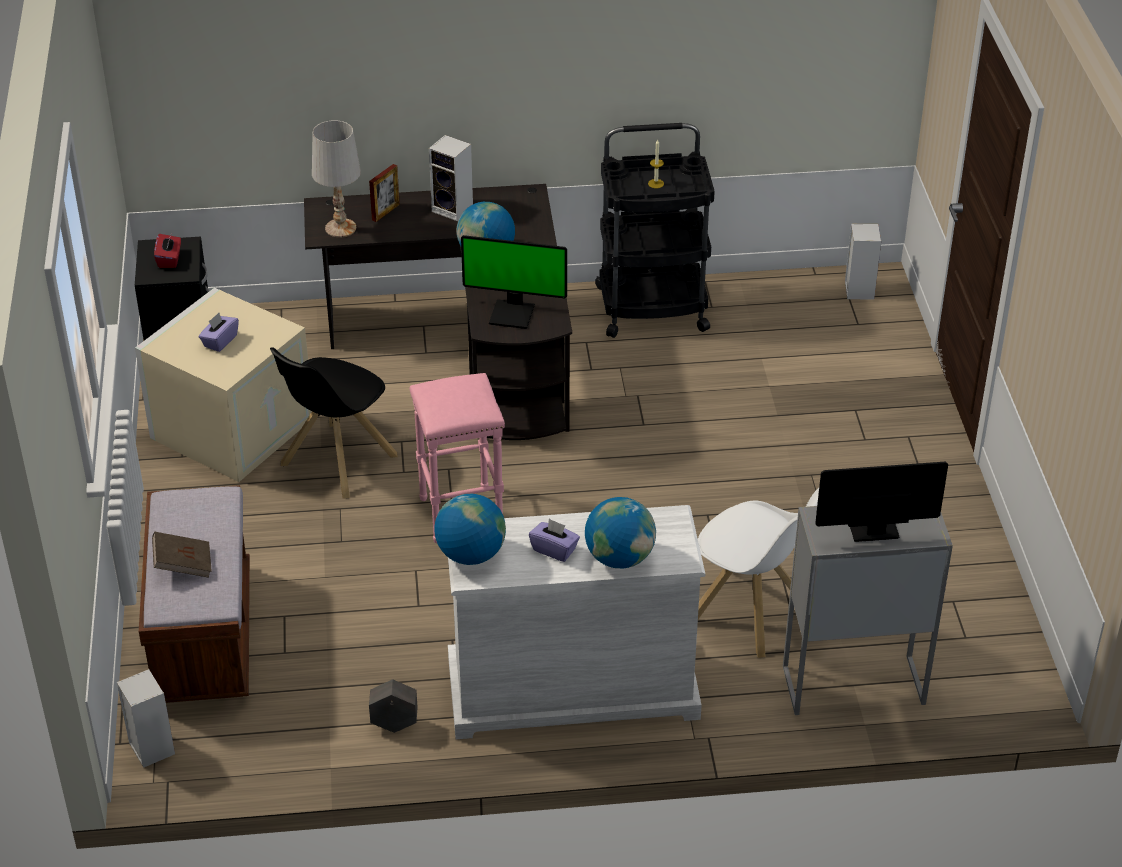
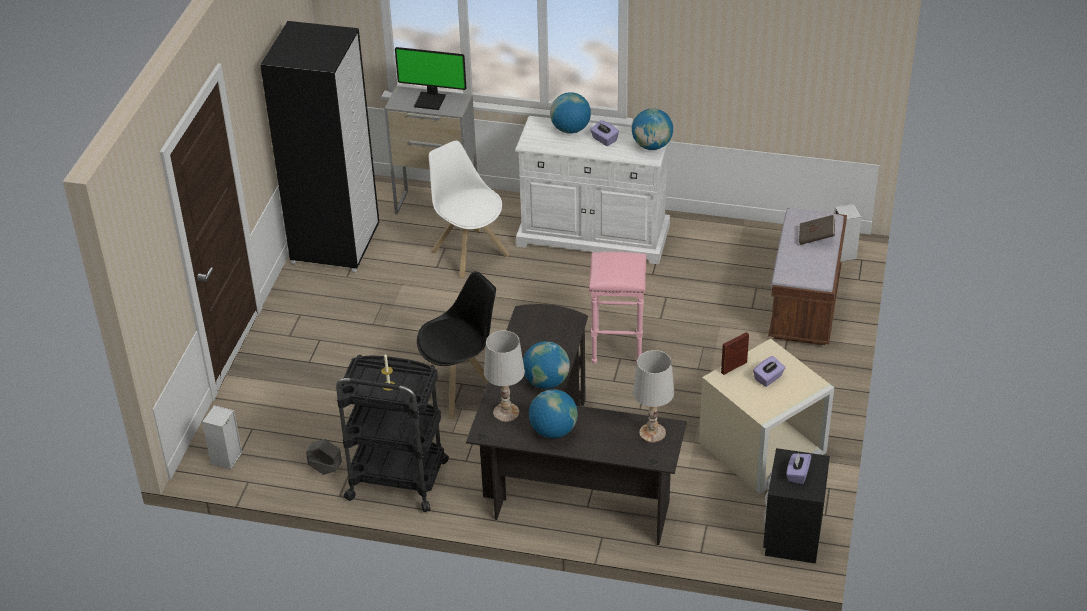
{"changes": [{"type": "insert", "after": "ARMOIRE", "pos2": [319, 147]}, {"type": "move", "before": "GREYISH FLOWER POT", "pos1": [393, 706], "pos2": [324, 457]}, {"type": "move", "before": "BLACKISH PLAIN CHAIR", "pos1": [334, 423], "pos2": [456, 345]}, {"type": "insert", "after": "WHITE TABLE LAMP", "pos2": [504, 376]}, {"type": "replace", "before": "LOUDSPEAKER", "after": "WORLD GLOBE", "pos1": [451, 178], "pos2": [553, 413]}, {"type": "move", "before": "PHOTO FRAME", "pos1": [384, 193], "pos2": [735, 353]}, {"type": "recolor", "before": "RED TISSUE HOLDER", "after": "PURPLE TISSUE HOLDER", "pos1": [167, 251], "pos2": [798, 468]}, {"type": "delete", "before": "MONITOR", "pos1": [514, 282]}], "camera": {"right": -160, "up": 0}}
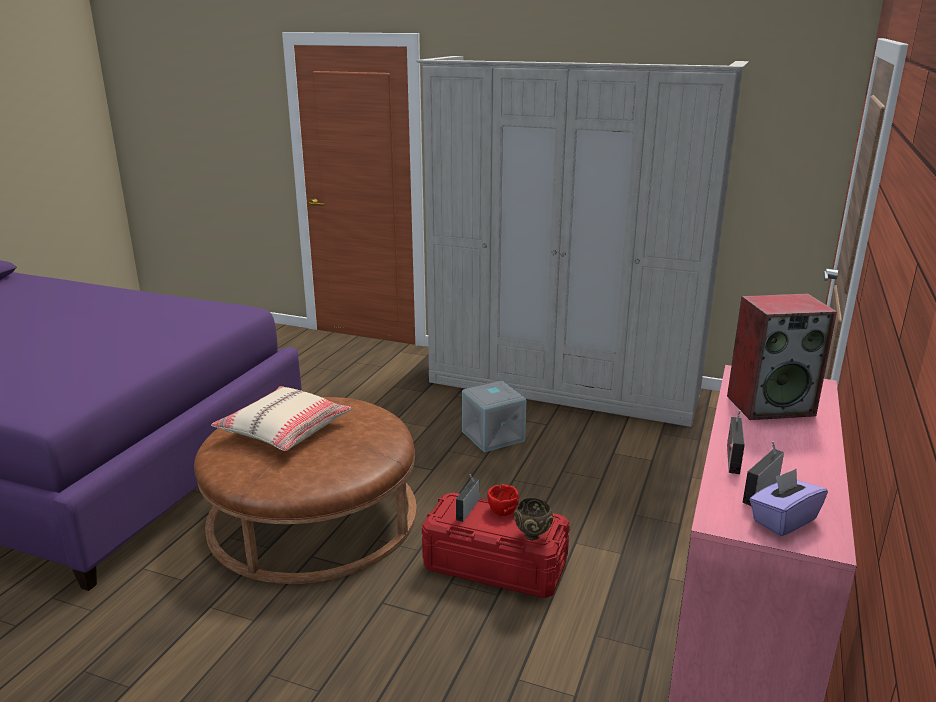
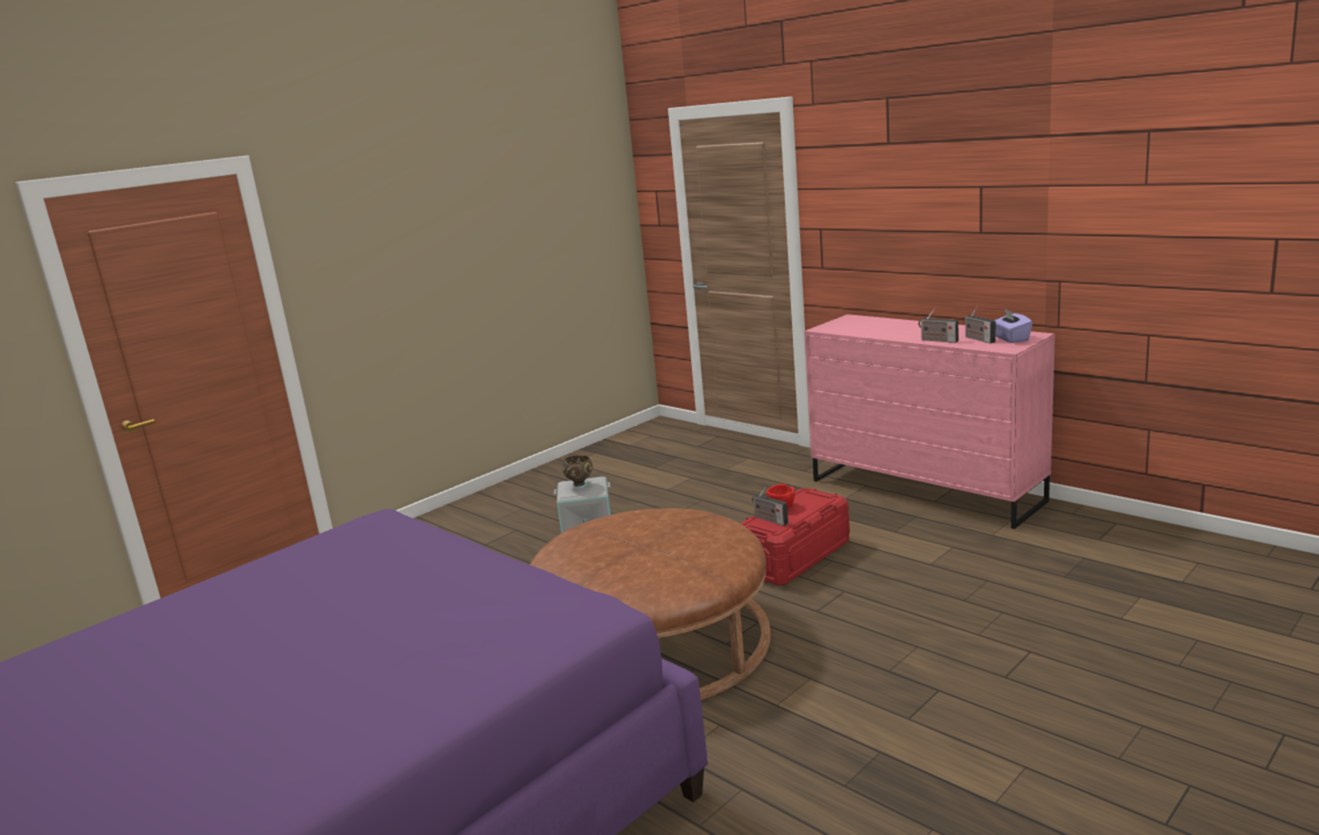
{"changes": [{"type": "move", "before": "BROWN-COLOURED DEEP DISH", "pos1": [533, 519], "pos2": [577, 471]}, {"type": "delete", "before": "BEIGE THROW PILLOW", "pos1": [281, 418]}, {"type": "delete", "before": "WHITE ARMOIRE", "pos1": [582, 241]}, {"type": "delete", "before": "LOUDSPEAKER", "pos1": [782, 356]}], "camera": {"right": -65, "up": -5}}
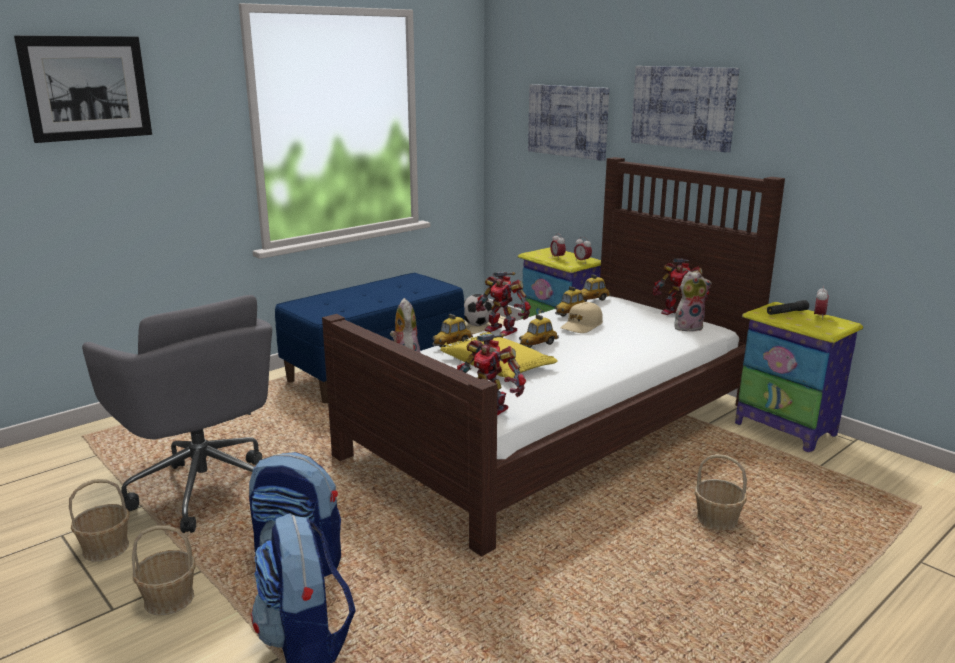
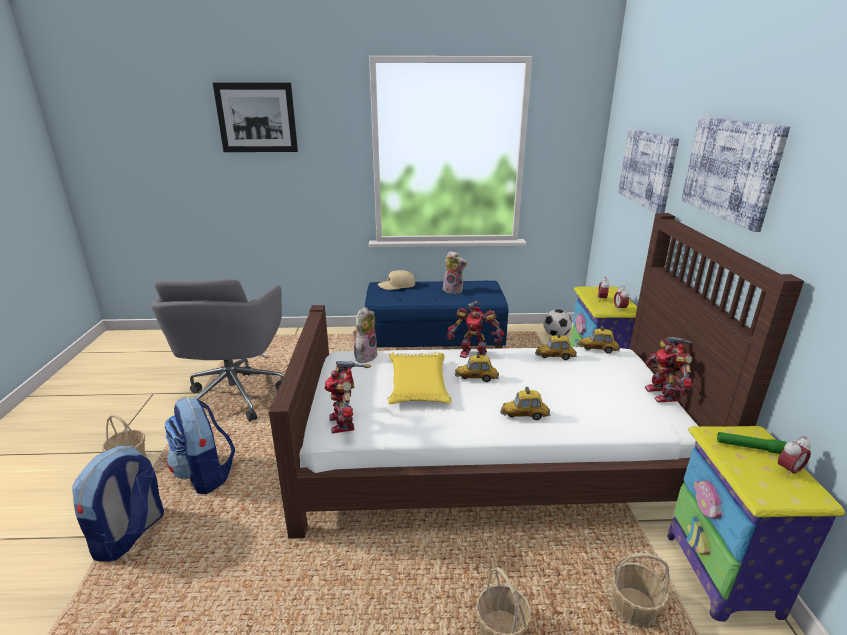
{"changes": [{"type": "move", "before": "BEIGE PEAKED CAP", "pos1": [582, 317], "pos2": [397, 280]}, {"type": "move", "before": "PLUSH TOY", "pos1": [693, 301], "pos2": [455, 272]}, {"type": "rotate", "before": "ROBOT FIGURE", "pos1": [503, 304], "pos2": [475, 329], "turn": -60}, {"type": "move", "before": "MODEL CAR", "pos1": [452, 330], "pos2": [525, 403]}, {"type": "move", "before": "HOUSEHOLD BASKET", "pos1": [99, 520], "pos2": [641, 590]}, {"type": "recolor", "before": "BLACKISH TORCH", "after": "GREEN-COLOURED TORCH", "pos1": [788, 307], "pos2": [752, 443]}], "camera": {"right": 40, "up": 5}}
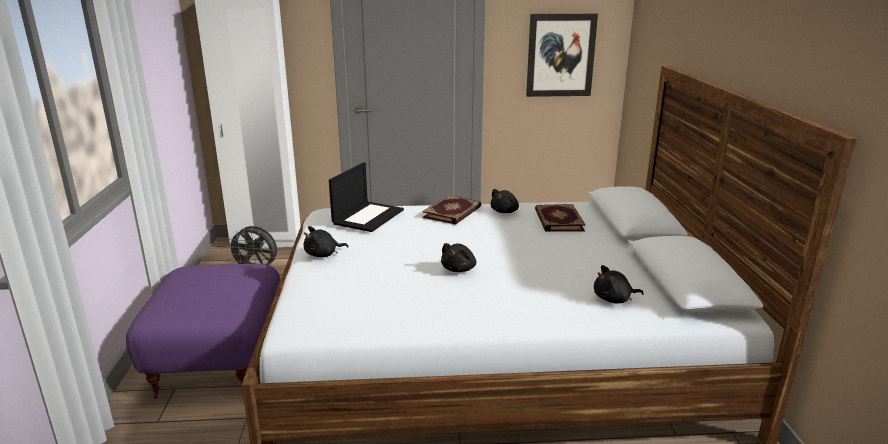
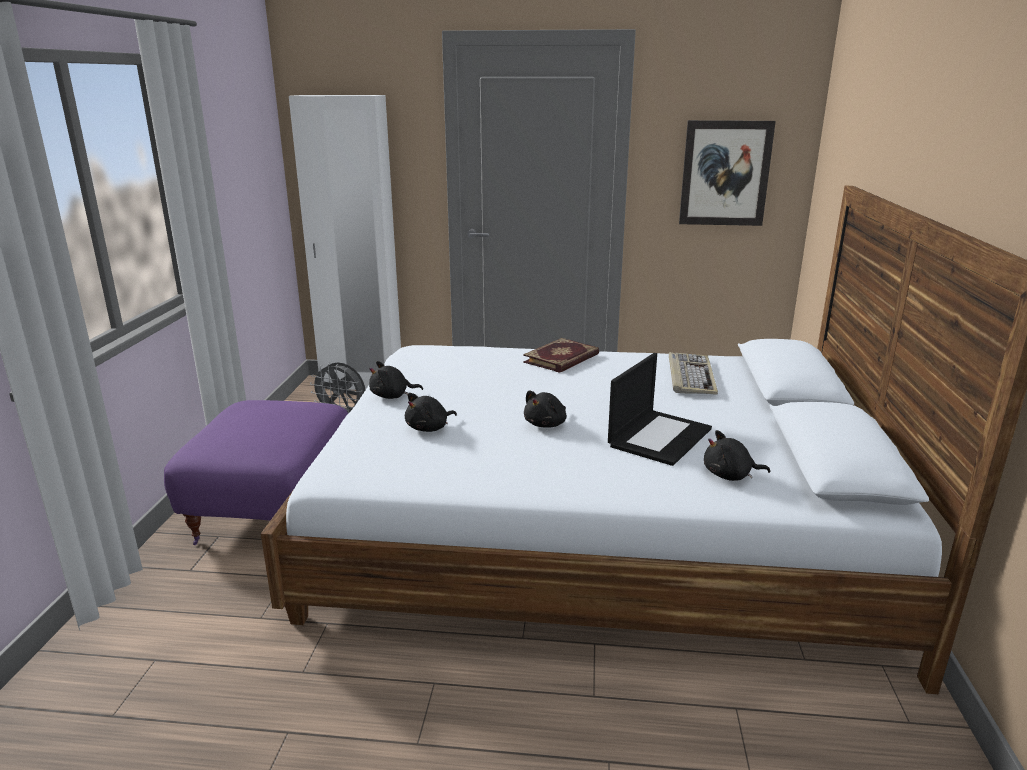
{"changes": [{"type": "move", "before": "BLACKISH PLUSH TOY", "pos1": [504, 201], "pos2": [431, 412]}, {"type": "move", "before": "NOTEBOOK COMPUTER", "pos1": [366, 197], "pos2": [660, 409]}, {"type": "replace", "before": "BOUND BOOK", "after": "KEYBOARD", "pos1": [560, 218], "pos2": [693, 373]}], "camera": {"right": 10, "up": 0}}
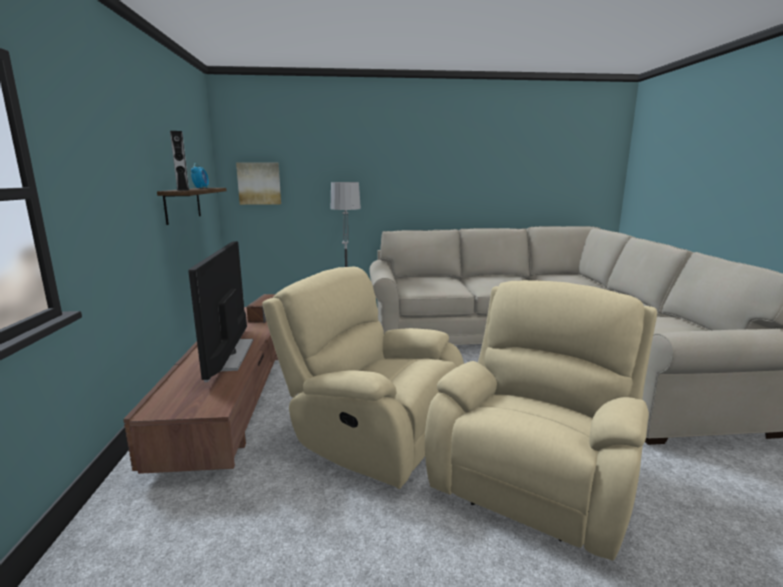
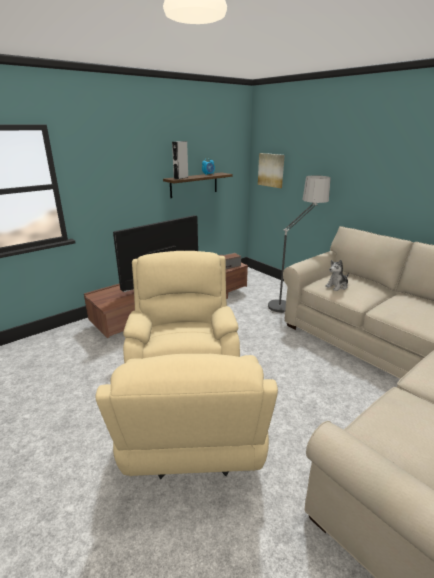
{"changes": [{"type": "rotate", "before": "BEIGE LOUNGE CHAIR", "pos1": [541, 420], "pos2": [187, 416], "turn": 90}, {"type": "insert", "after": "PLUSH TOY", "pos2": [337, 275]}], "camera": {"right": 55, "up": 10}}
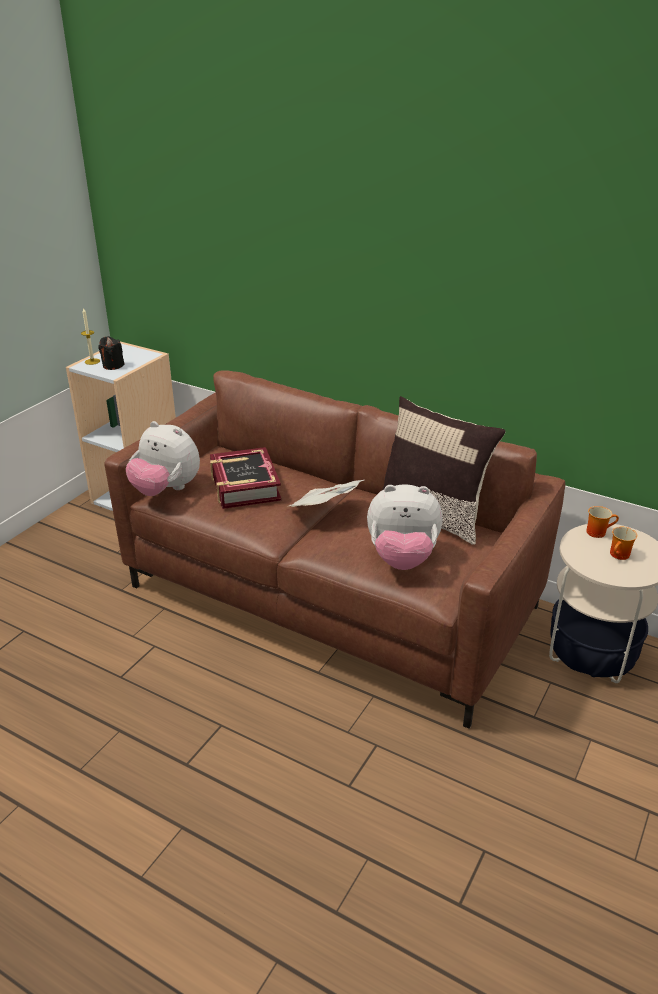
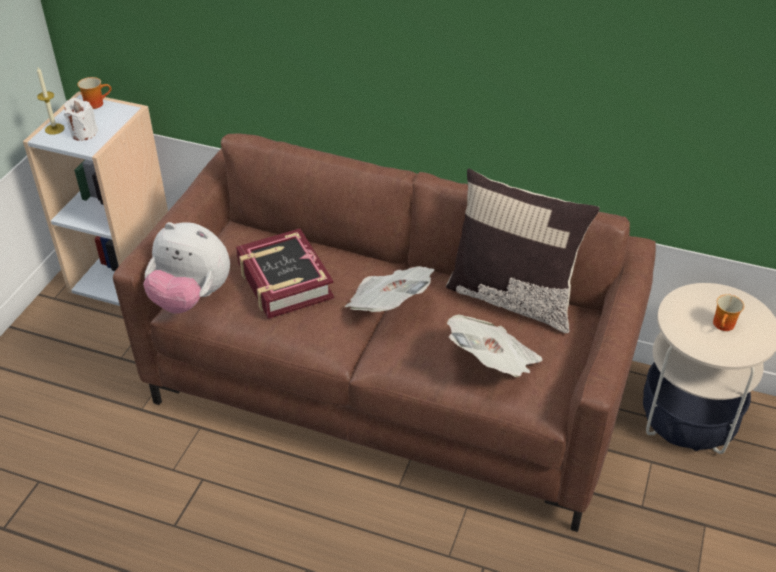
{"changes": [{"type": "recolor", "before": "BLACKISH WAX CANDLE", "after": "WHITE WAX CANDLE", "pos1": [111, 353], "pos2": [81, 119]}, {"type": "move", "before": "TEA MUG", "pos1": [602, 522], "pos2": [94, 93]}, {"type": "replace", "before": "PLUSH TOY", "after": "NEWSPAPER", "pos1": [405, 527], "pos2": [495, 345]}], "camera": {"right": -10, "up": 10}}
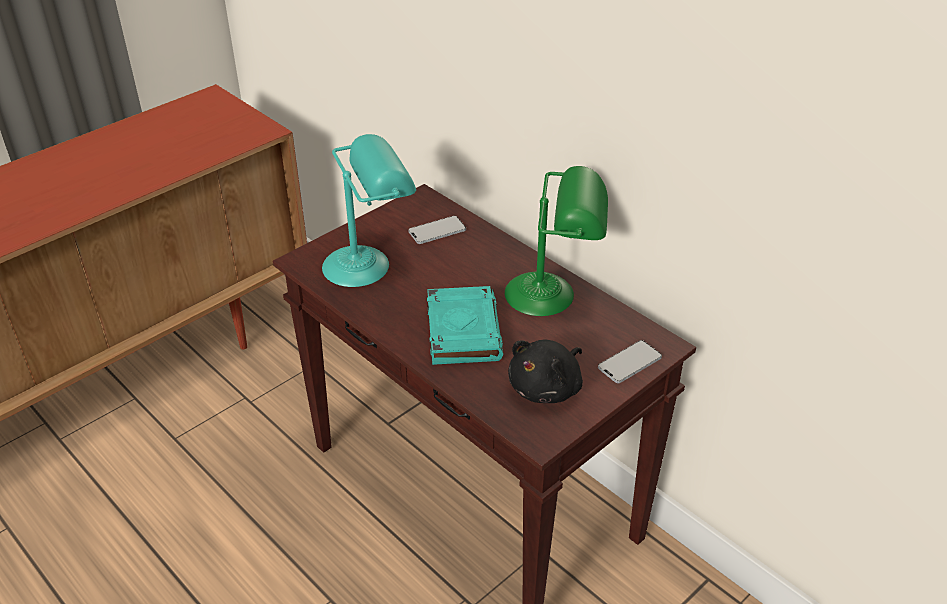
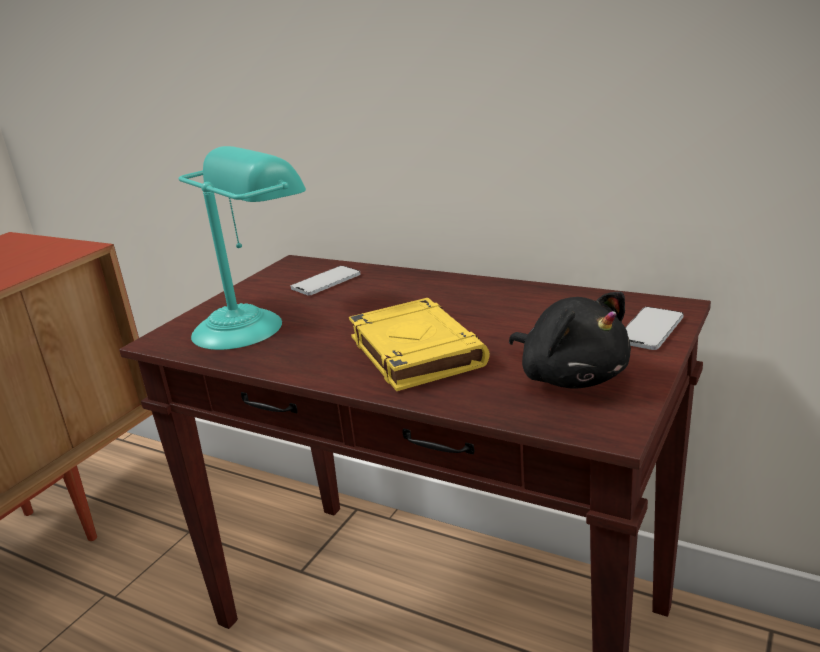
{"changes": [{"type": "recolor", "before": "TURQUOISE-COLOURED BOUND BOOK", "after": "YELLOWISH BOUND BOOK", "pos1": [465, 325], "pos2": [419, 344]}, {"type": "rotate", "before": "BLACKISH PLUSH TOY", "pos1": [545, 371], "pos2": [570, 339], "turn": -60}, {"type": "delete", "before": "GREEN-COLOURED TABLE LAMP", "pos1": [556, 241]}], "camera": {"right": -15, "up": -15}}
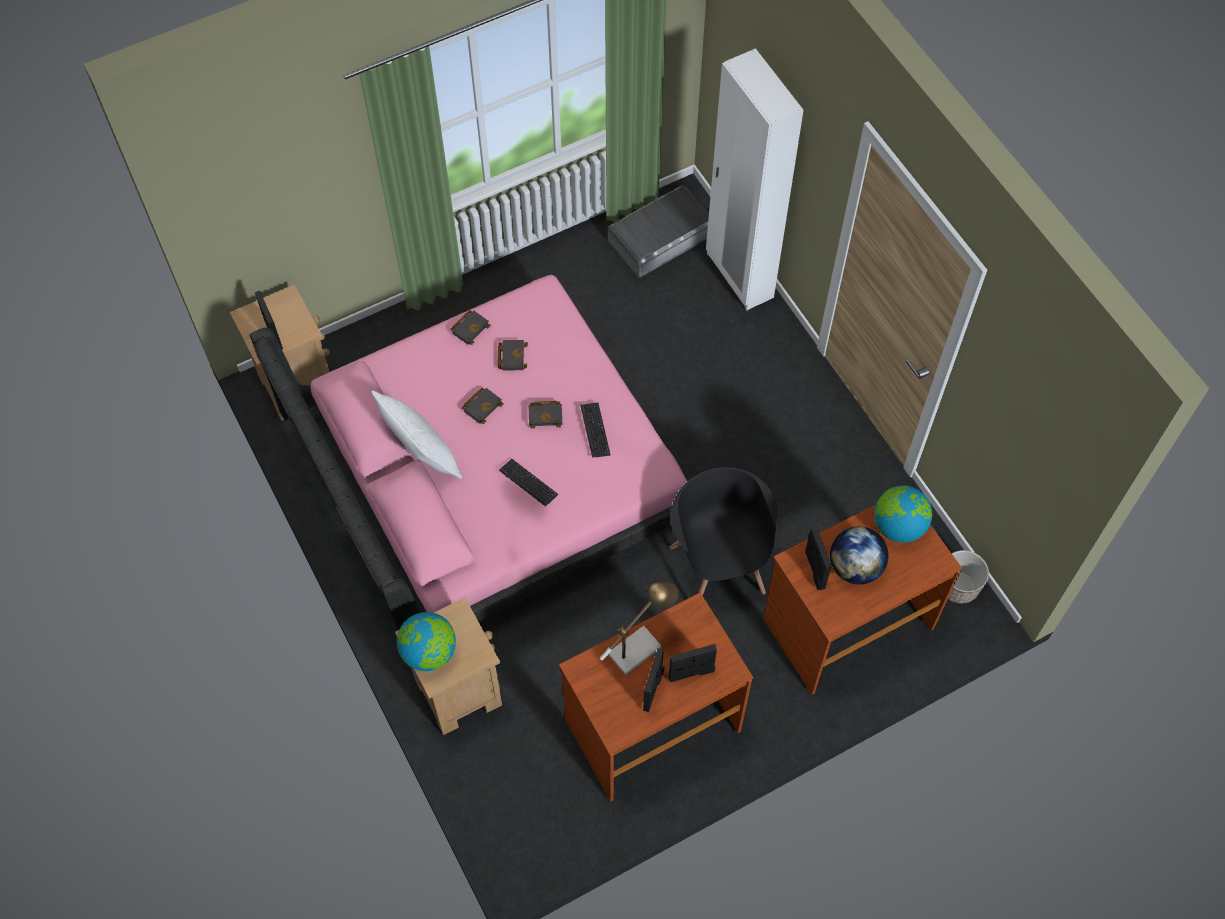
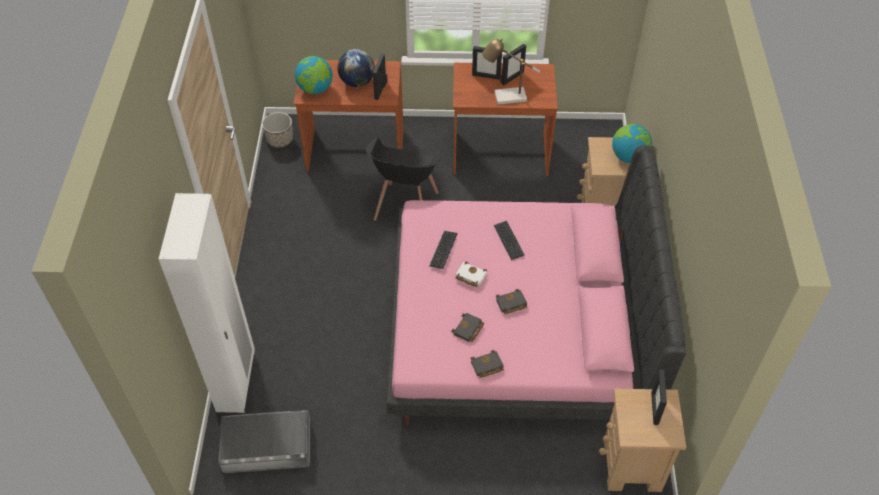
{"changes": [{"type": "recolor", "before": "BLACKISH BOUND BOOK", "after": "WHITE BOUND BOOK", "pos1": [545, 415], "pos2": [471, 274]}, {"type": "delete", "before": "WHITE THROW PILLOW", "pos1": [417, 434]}], "camera": {"right": -150, "up": -10}}
